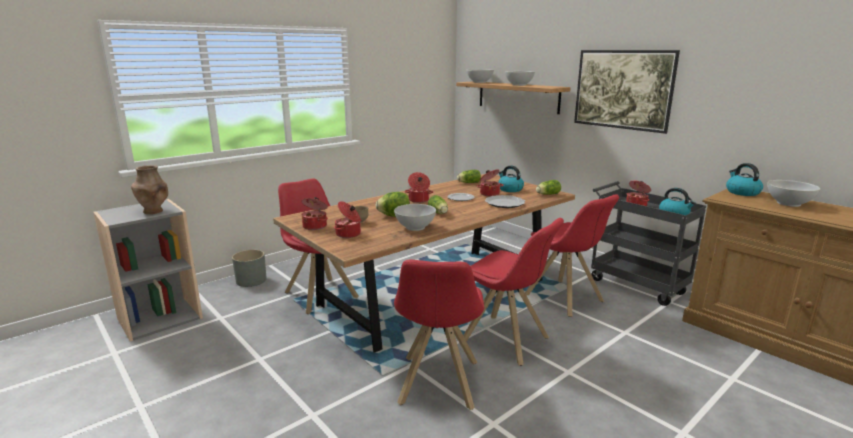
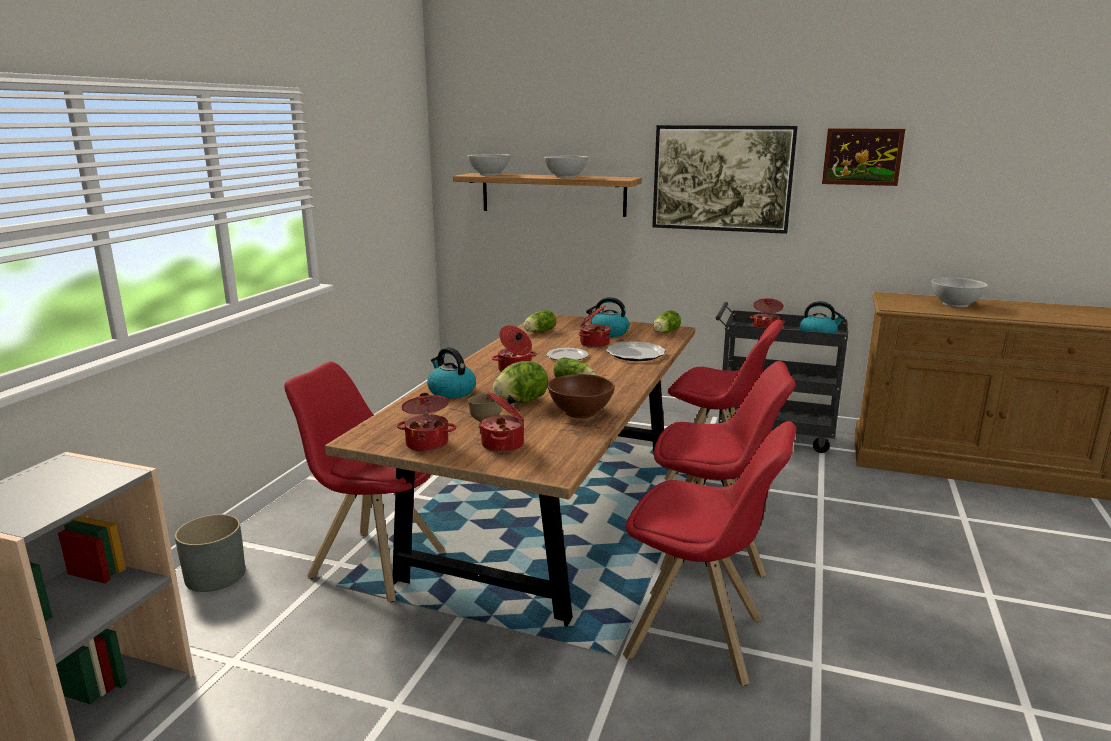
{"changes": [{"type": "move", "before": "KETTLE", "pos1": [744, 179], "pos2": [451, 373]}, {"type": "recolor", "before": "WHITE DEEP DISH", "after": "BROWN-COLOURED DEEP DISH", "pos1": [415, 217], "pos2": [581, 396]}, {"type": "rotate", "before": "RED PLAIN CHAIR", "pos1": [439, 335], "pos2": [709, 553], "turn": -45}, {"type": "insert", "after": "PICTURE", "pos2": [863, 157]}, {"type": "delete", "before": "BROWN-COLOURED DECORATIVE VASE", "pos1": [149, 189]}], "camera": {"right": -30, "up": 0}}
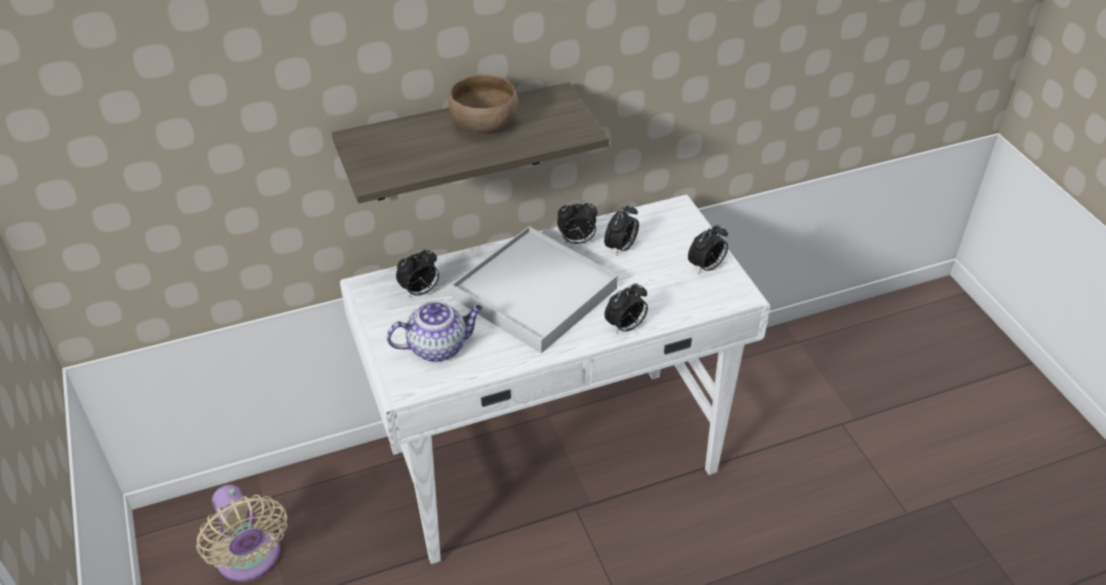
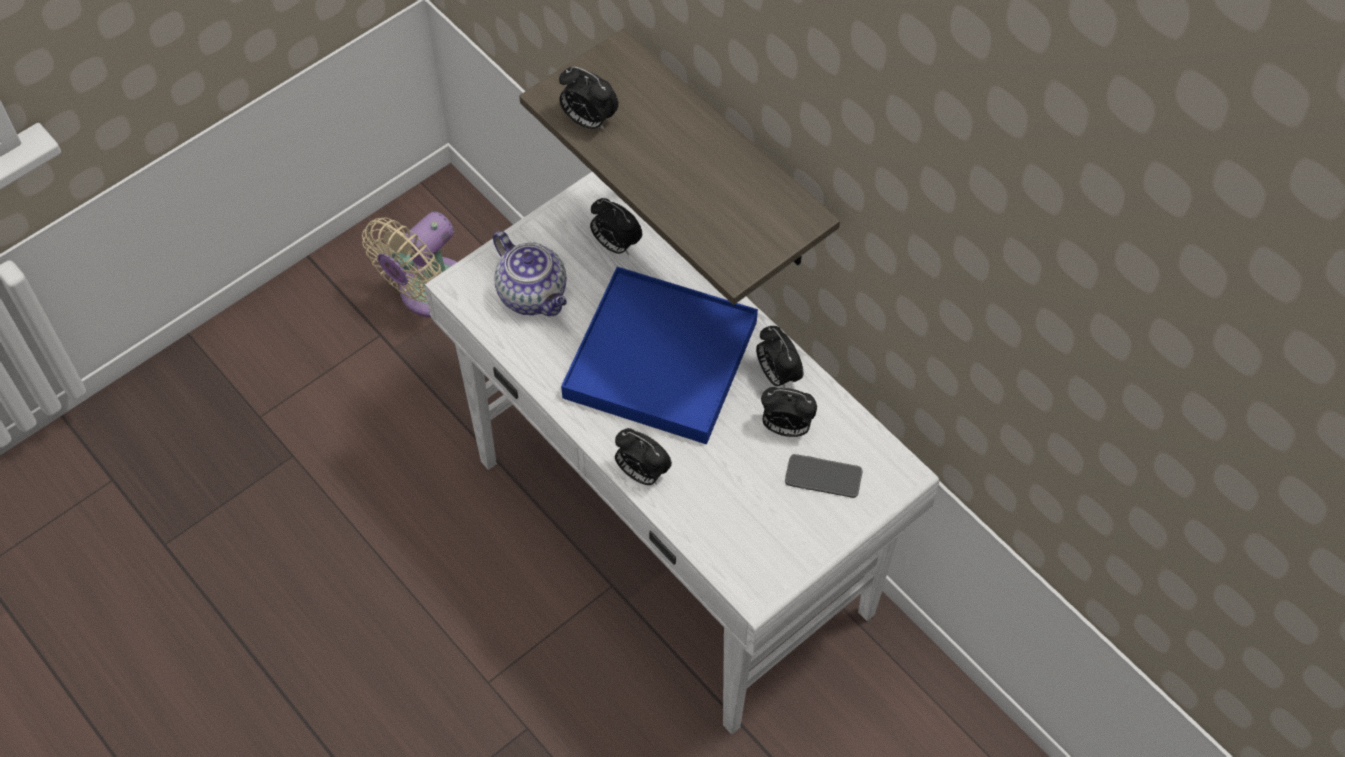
{"changes": [{"type": "move", "before": "ALARM CLOCK", "pos1": [708, 249], "pos2": [589, 98]}, {"type": "recolor", "before": "WHITE TRAY", "after": "BLUISH TRAY", "pos1": [534, 289], "pos2": [659, 355]}, {"type": "insert", "after": "HANDSET", "pos2": [823, 476]}, {"type": "delete", "before": "BROWN-COLOURED DEEP DISH", "pos1": [483, 103]}], "camera": {"right": 70, "up": 15}}
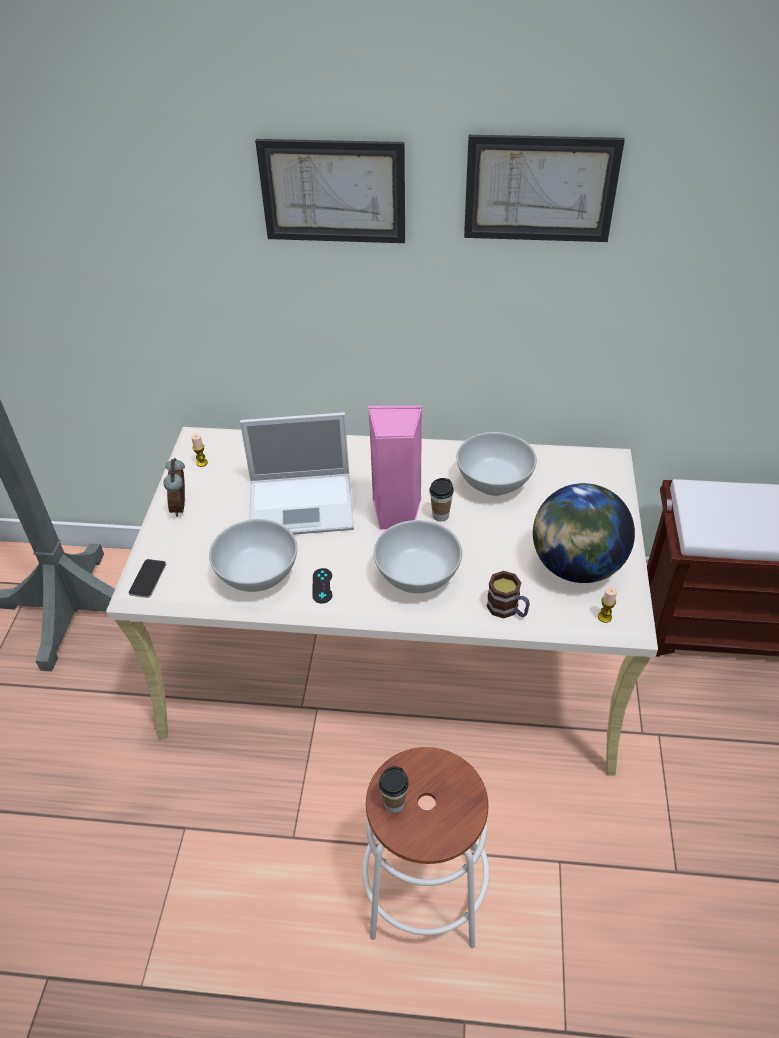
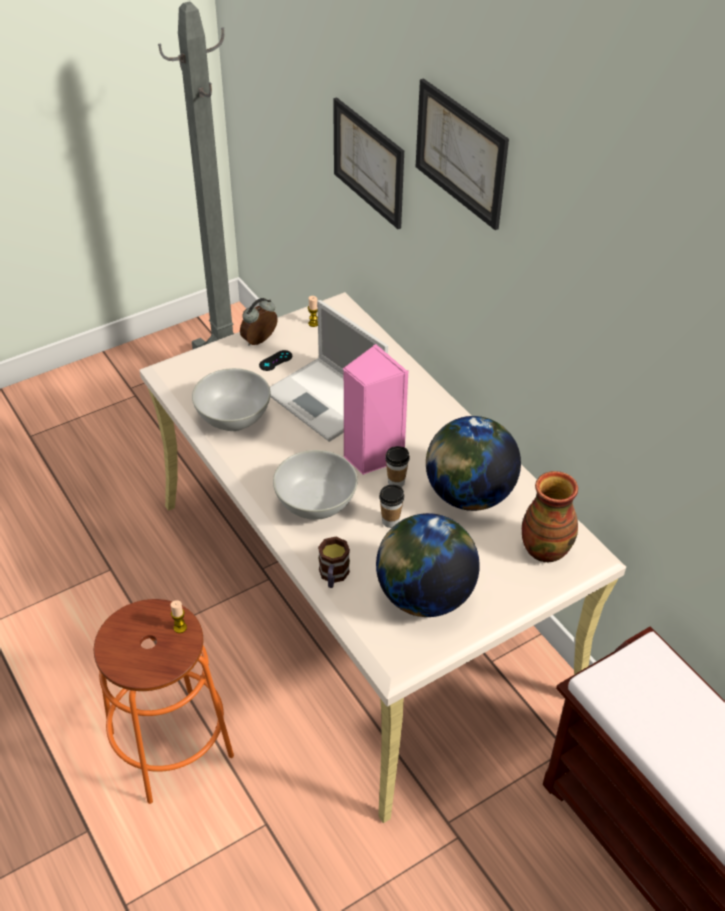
{"changes": [{"type": "recolor", "before": "WHITE STOOL SEAT", "after": "ORANGE-COLOURED STOOL SEAT", "pos1": [425, 847], "pos2": [164, 701]}, {"type": "move", "before": "WAX CANDLE", "pos1": [607, 605], "pos2": [179, 616]}, {"type": "move", "before": "BLACKISH JOYPAD", "pos1": [322, 586], "pos2": [275, 360]}, {"type": "move", "before": "PICTURE", "pos1": [544, 188], "pos2": [368, 163]}, {"type": "move", "before": "CUP", "pos1": [394, 789], "pos2": [391, 506]}, {"type": "replace", "before": "WHITE DEEP DISH", "after": "WORLD GLOBE", "pos1": [496, 464], "pos2": [473, 463]}, {"type": "insert", "after": "DECORATIVE VASE", "pos2": [550, 516]}, {"type": "delete", "before": "HANDSET", "pos1": [147, 578]}], "camera": {"right": 50, "up": 0}}
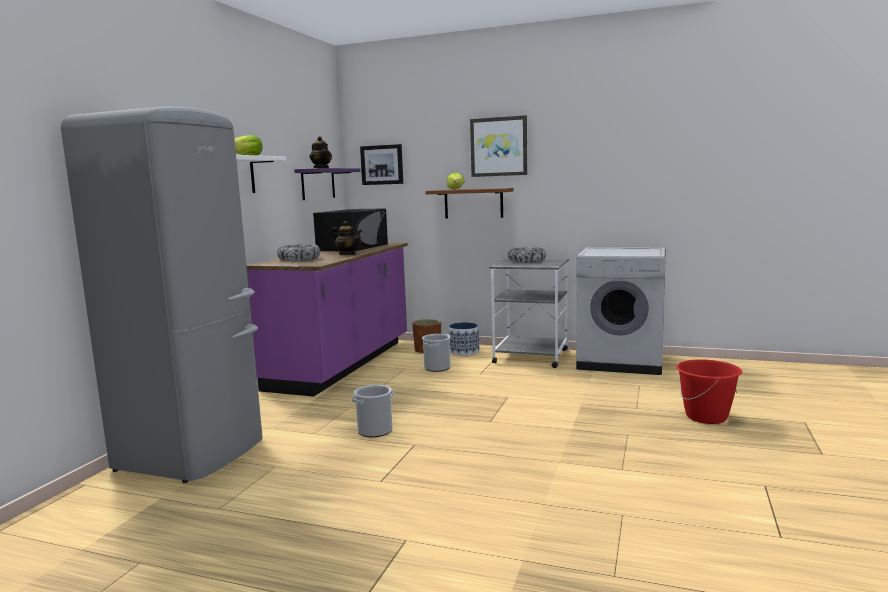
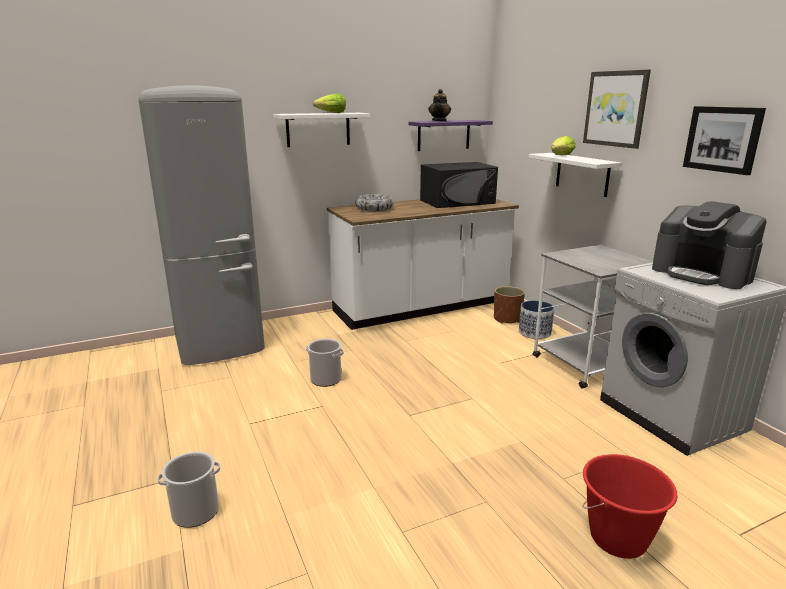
{"changes": [{"type": "move", "before": "BUCKET", "pos1": [436, 353], "pos2": [189, 490]}, {"type": "recolor", "before": "PURPLE COUNTER", "after": "WHITE COUNTER", "pos1": [327, 320], "pos2": [423, 264]}, {"type": "recolor", "before": "BROWN-COLOURED BRACKET SHELF", "after": "WHITE BRACKET SHELF", "pos1": [469, 203], "pos2": [575, 175]}, {"type": "insert", "after": "COFFEE BREWER", "pos2": [709, 245]}, {"type": "move", "before": "PICTURE", "pos1": [381, 164], "pos2": [724, 140]}, {"type": "delete", "before": "TEA POT", "pos1": [346, 238]}, {"type": "delete", "before": "DEEP DISH", "pos1": [527, 255]}], "camera": {"right": 45, "up": 10}}
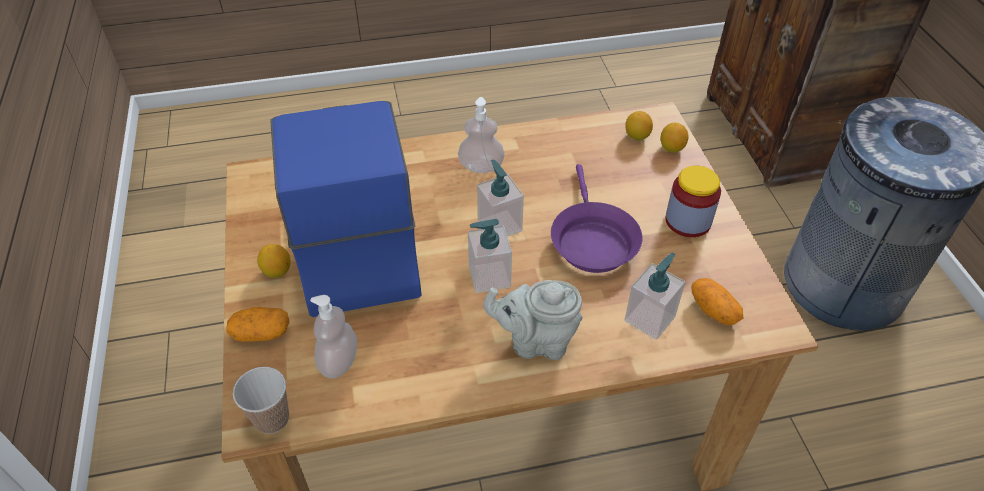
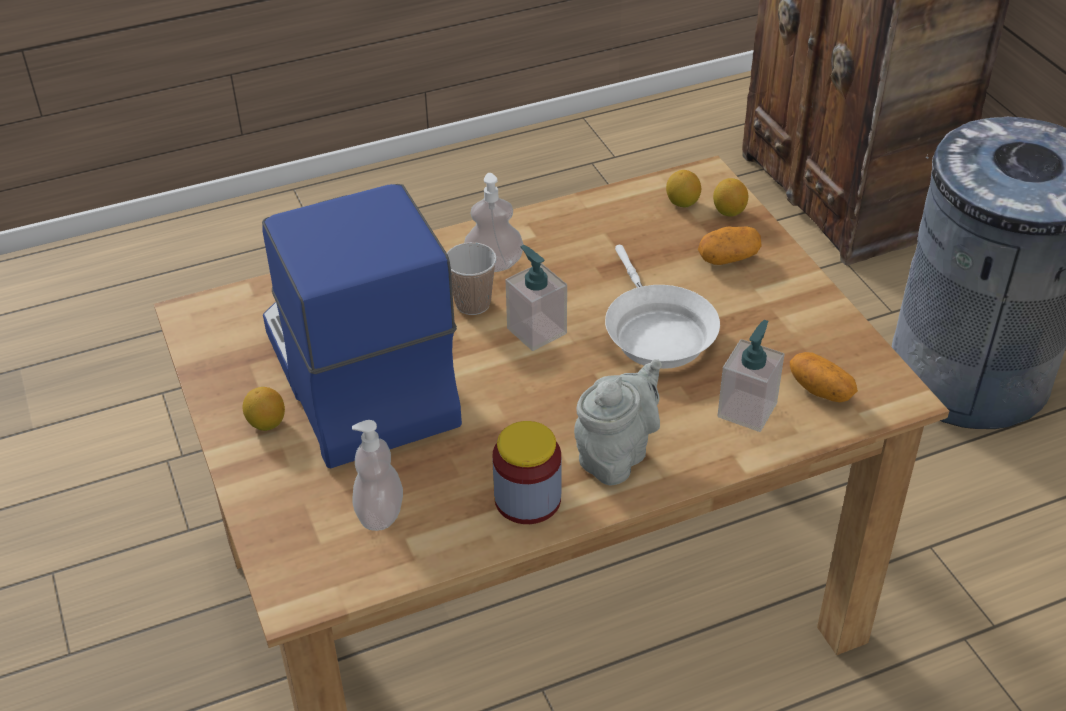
{"changes": [{"type": "move", "before": "CUP", "pos1": [261, 400], "pos2": [472, 278]}, {"type": "move", "before": "STORAGE JAR", "pos1": [693, 201], "pos2": [526, 472]}, {"type": "rotate", "before": "GREYISH TEA POT", "pos1": [532, 320], "pos2": [618, 422], "turn": 135}, {"type": "recolor", "before": "PURPLE FRYING PAN", "after": "WHITE FRYING PAN", "pos1": [596, 218], "pos2": [662, 307]}, {"type": "move", "before": "SPUD", "pos1": [257, 324], "pos2": [730, 246]}, {"type": "delete", "before": "SOAP DISPENSER", "pos1": [490, 256]}], "camera": {"right": -10, "up": -5}}
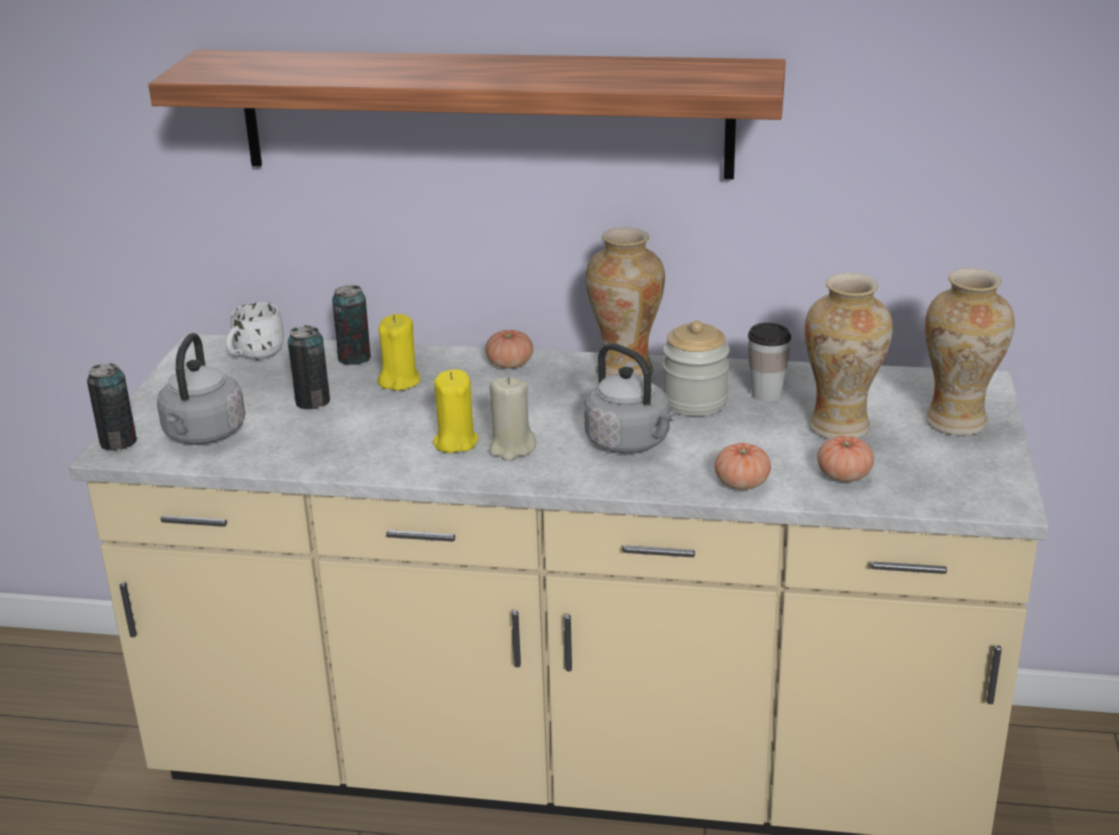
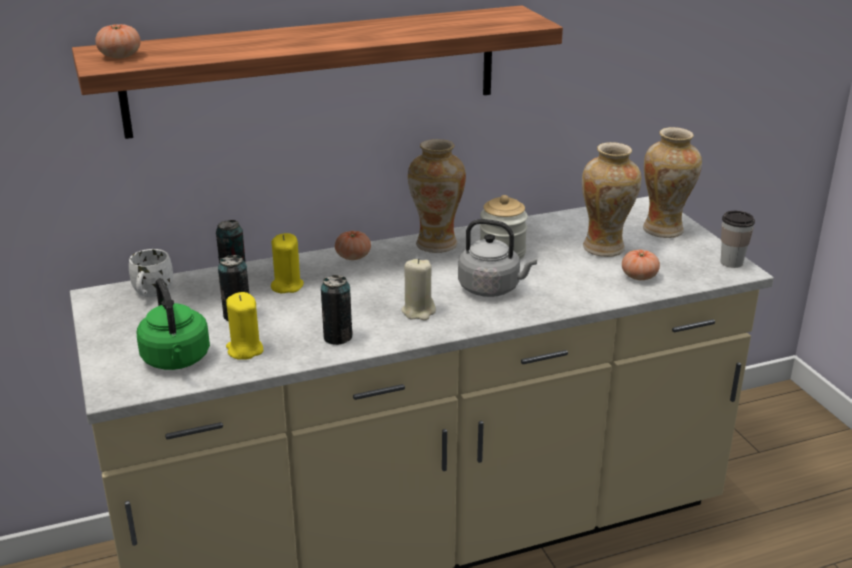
{"changes": [{"type": "move", "before": "FRESH TOMATO", "pos1": [743, 466], "pos2": [118, 41]}, {"type": "recolor", "before": "GREYISH KETTLE", "after": "GREEN-COLOURED KETTLE", "pos1": [201, 389], "pos2": [173, 324]}, {"type": "move", "before": "YELLOWISH WAX CANDLE", "pos1": [455, 411], "pos2": [244, 326]}, {"type": "move", "before": "METAL CAN", "pos1": [112, 407], "pos2": [336, 310]}, {"type": "move", "before": "CUP", "pos1": [769, 362], "pos2": [737, 239]}], "camera": {"right": -30, "up": 0}}
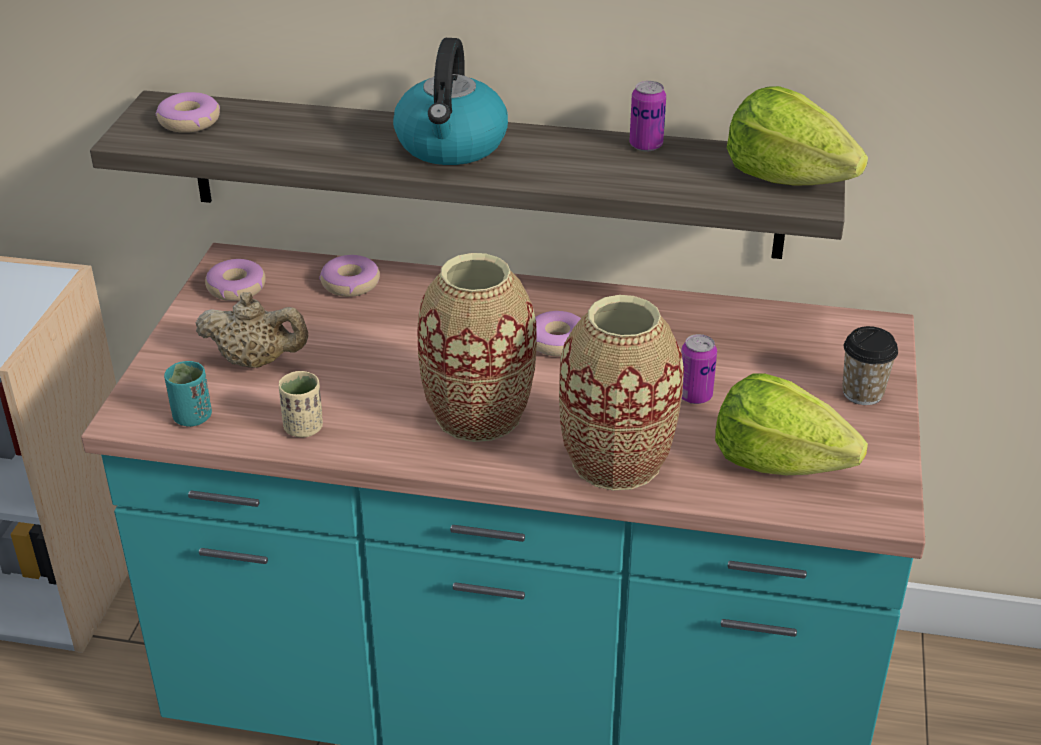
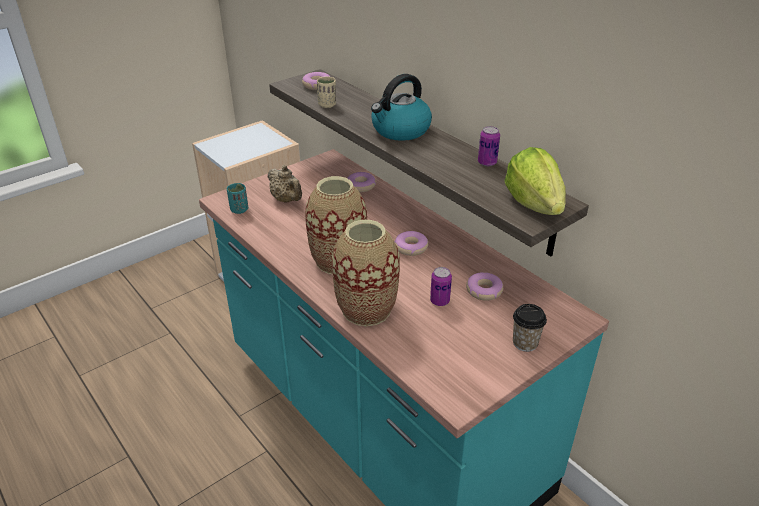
{"changes": [{"type": "move", "before": "BEIGE CUP", "pos1": [301, 404], "pos2": [326, 92]}, {"type": "move", "before": "DOUGHNUT", "pos1": [235, 280], "pos2": [484, 286]}, {"type": "delete", "before": "LETTUCE HEAD", "pos1": [791, 424]}], "camera": {"right": 40, "up": 0}}
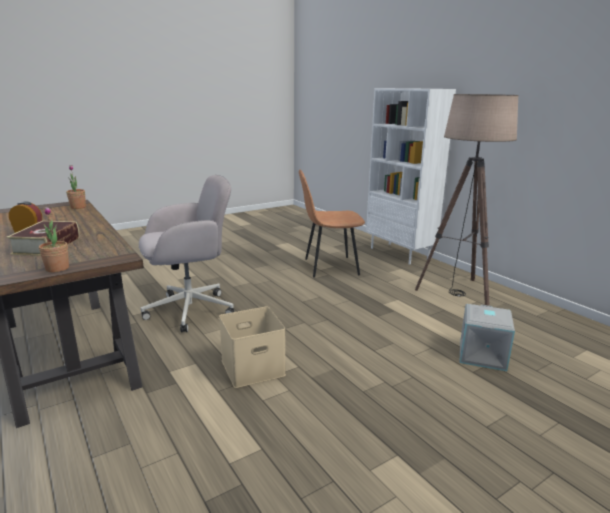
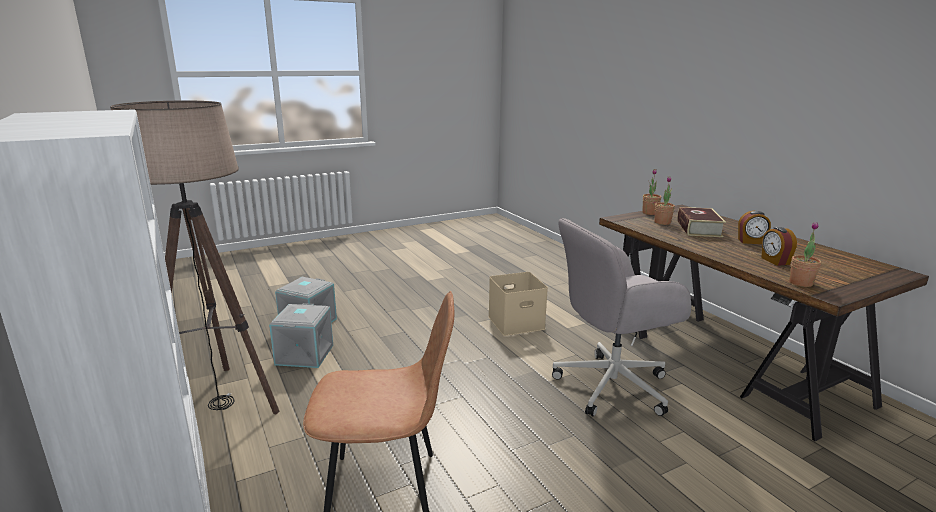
{"changes": [{"type": "insert", "after": "GREYISH STORAGE BIN", "pos2": [301, 335]}, {"type": "insert", "after": "HOUSEPLANT", "pos2": [665, 200]}, {"type": "insert", "after": "ALARM CLOCK", "pos2": [779, 246]}], "camera": {"right": -175, "up": 0}}
